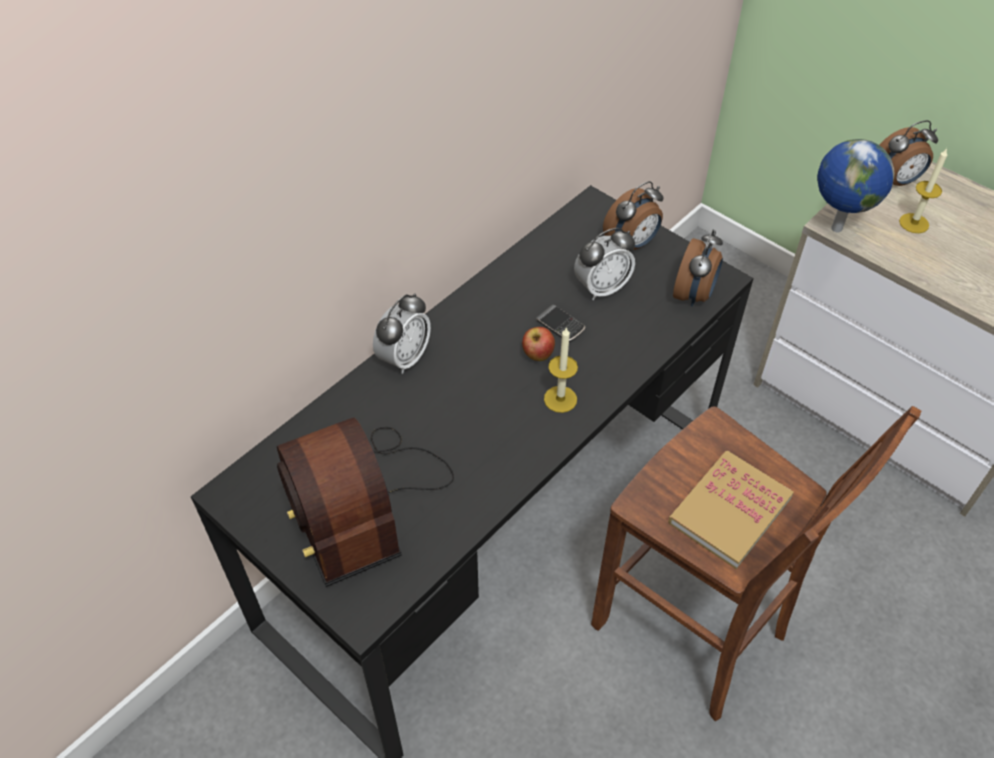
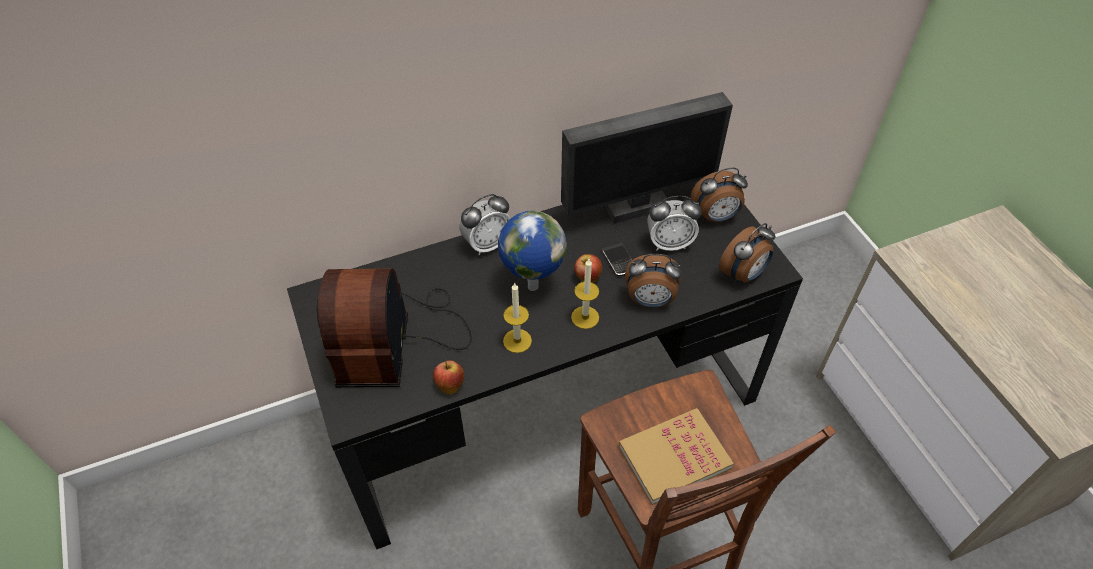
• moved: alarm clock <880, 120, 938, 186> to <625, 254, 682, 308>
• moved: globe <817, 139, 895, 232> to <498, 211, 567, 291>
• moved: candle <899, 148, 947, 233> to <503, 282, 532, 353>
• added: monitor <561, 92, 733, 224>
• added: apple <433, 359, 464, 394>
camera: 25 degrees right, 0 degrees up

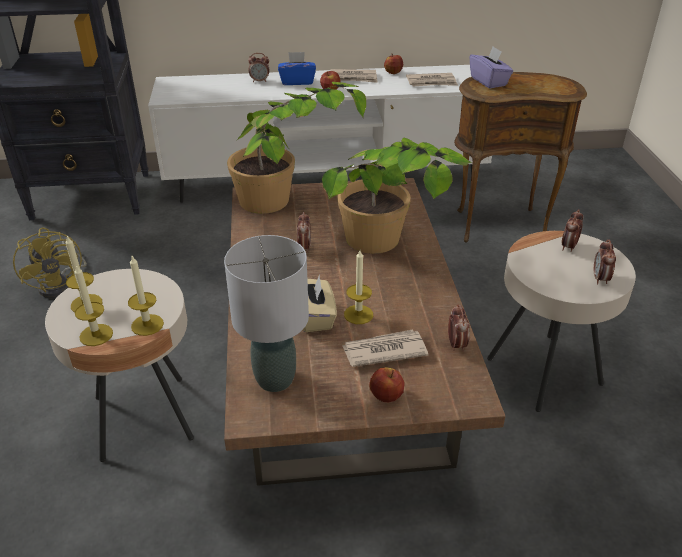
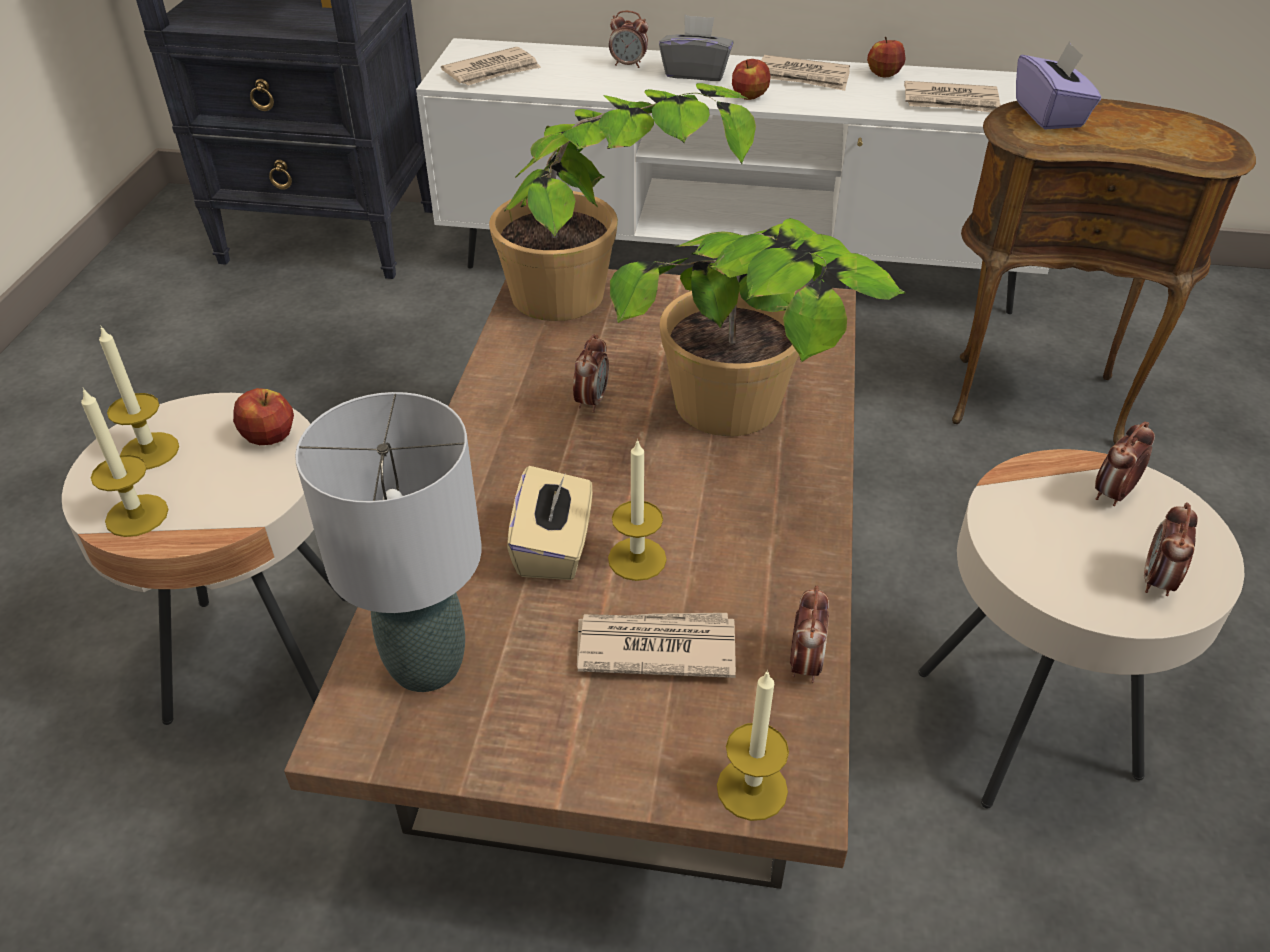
• recoloured: blue tissue box <278, 52, 316, 85> to grey tissue box <659, 15, 734, 81>
• removed: yellow fan <13, 227, 87, 298>
• moved: candle <128, 256, 164, 336> to <717, 670, 789, 821>
• moved: apple <369, 367, 405, 402> to <233, 388, 294, 445>
• added: newspaper <441, 47, 541, 86>
camera: 15 degrees right, 5 degrees up

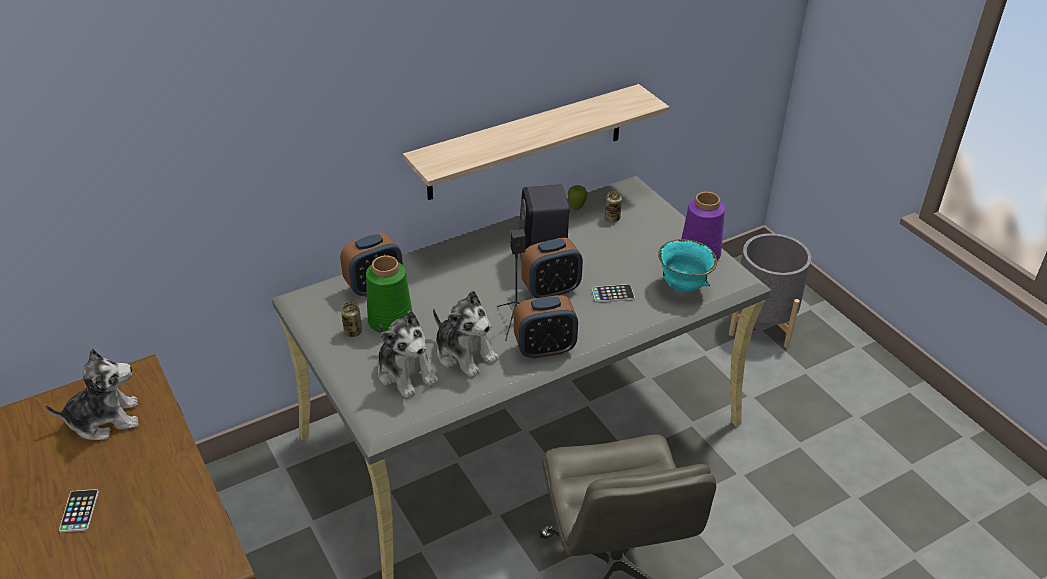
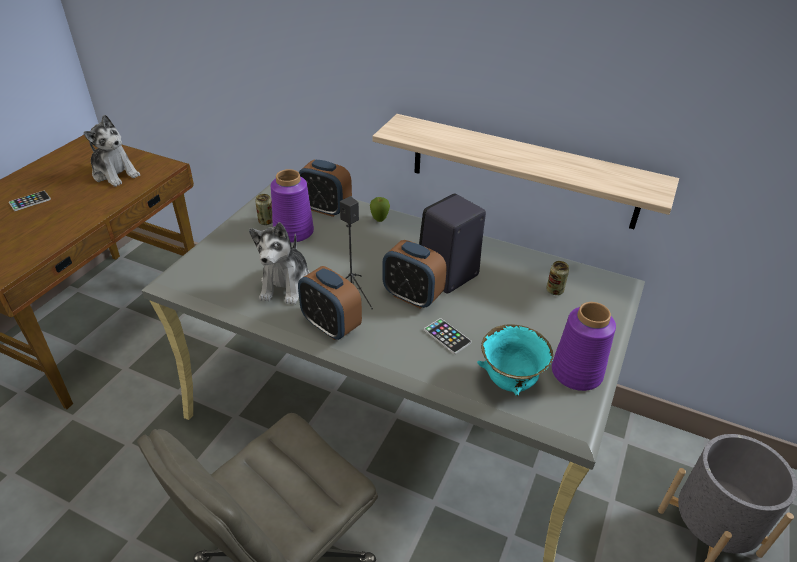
• moved: apple <568, 185, 587, 210> to <370, 197, 390, 222>
• recoloured: green vase <366, 256, 412, 333> to purple vase <271, 169, 314, 243>
• removed: plush toy <378, 311, 439, 399>
camera: 55 degrees right, 0 degrees up

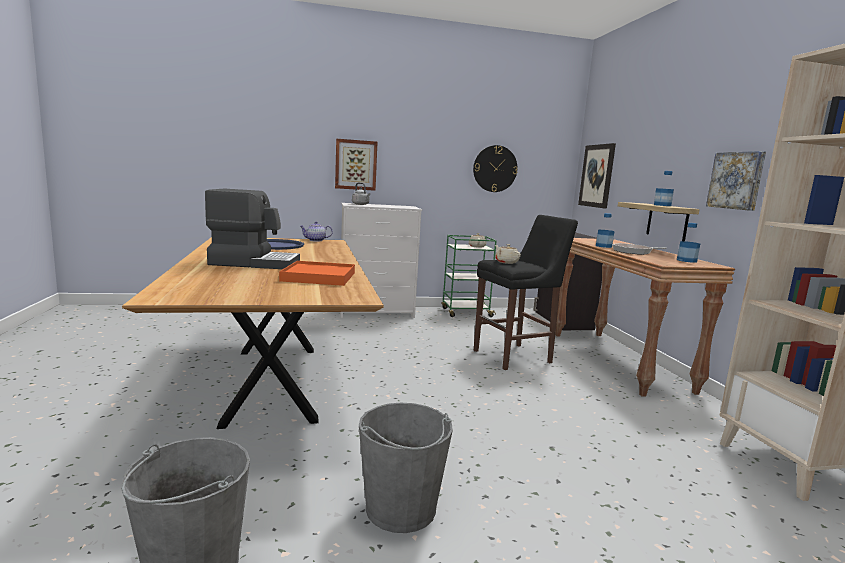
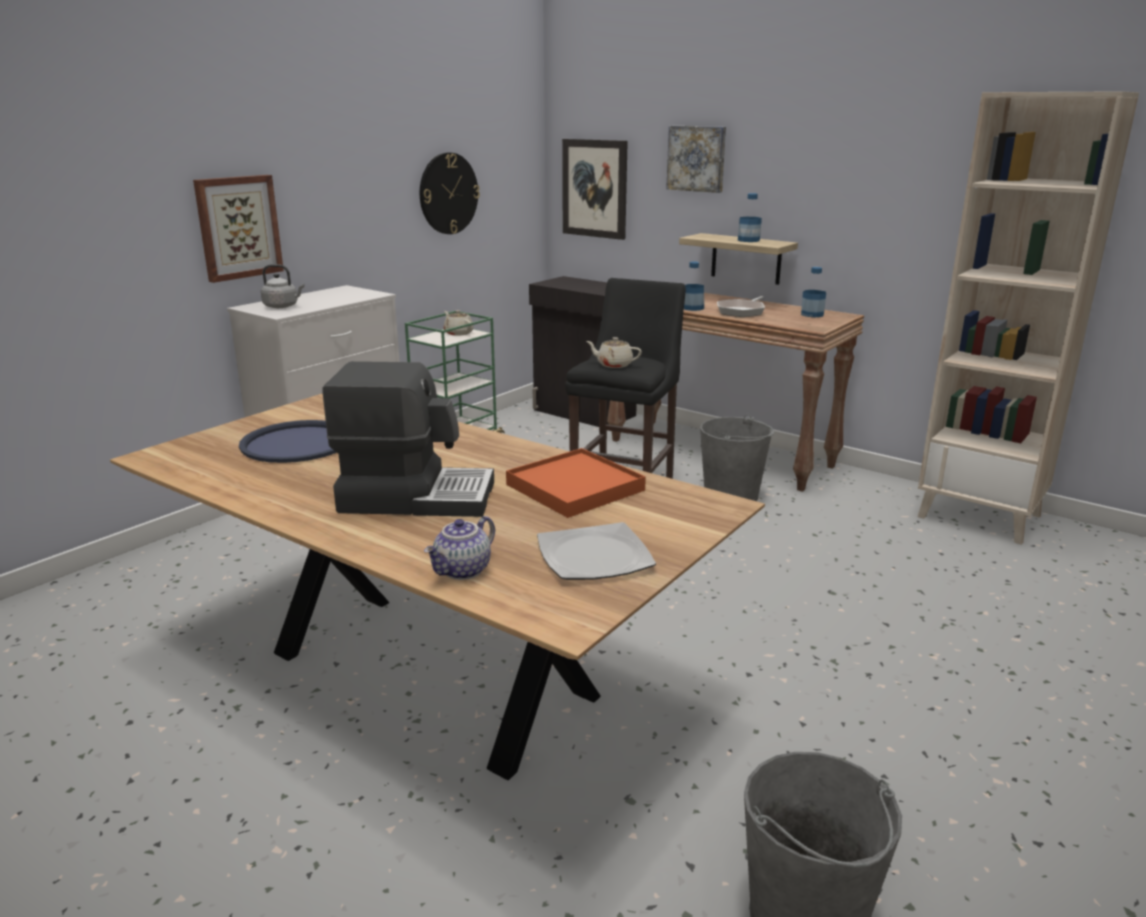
• moved: picture <706, 151, 766, 211> to <666, 126, 726, 193>
• turned: coffee machine <205, 189, 300, 269> = <322, 361, 494, 517> 45 degrees clockwise
• moved: teapot <300, 221, 333, 242> to <424, 516, 495, 580>
• moved: grey bucket <359, 403, 453, 533> to <700, 414, 775, 501>
• added: plate <537, 522, 656, 580>
camera: 40 degrees left, 10 degrees up

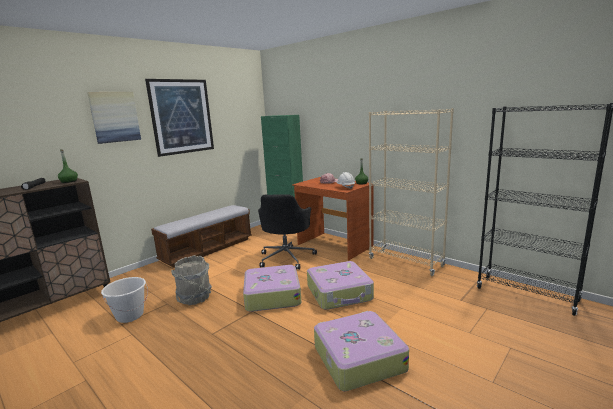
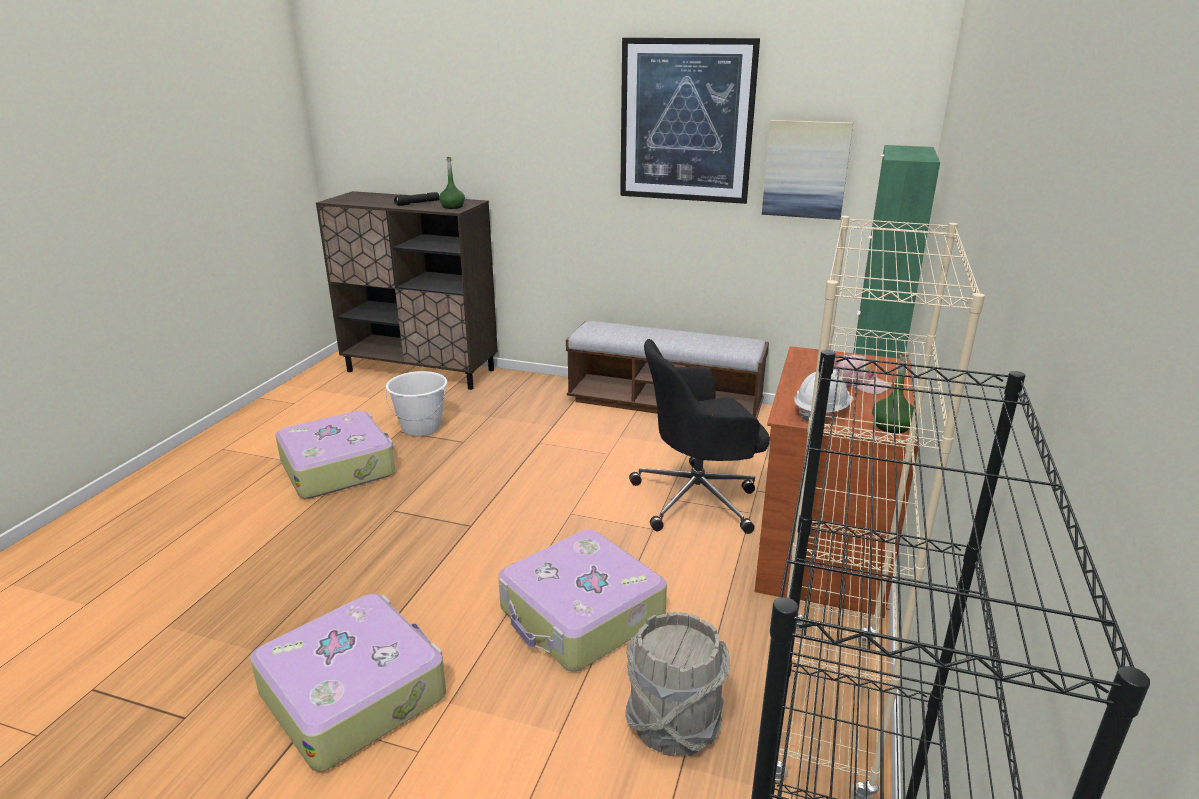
• moved: picture <87, 92, 141, 144> to <762, 120, 853, 220>
• moved: grey bucket <171, 255, 212, 305> to <625, 612, 730, 756>
• moved: suitcase <243, 265, 301, 312> to <275, 411, 395, 499>
camera: 65 degrees right, 10 degrees up

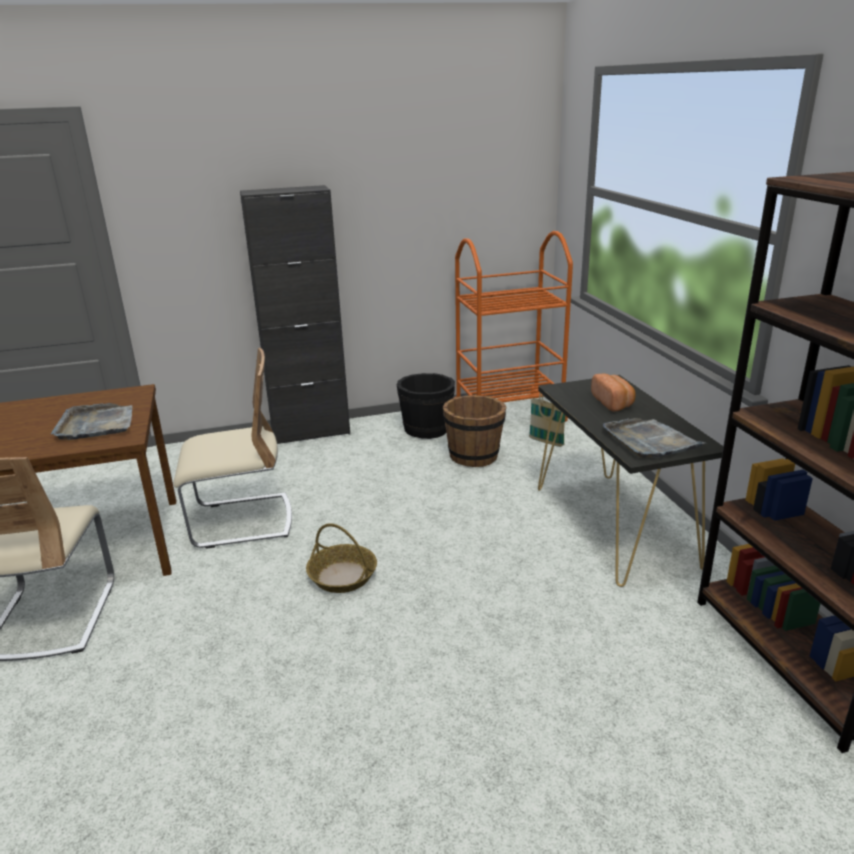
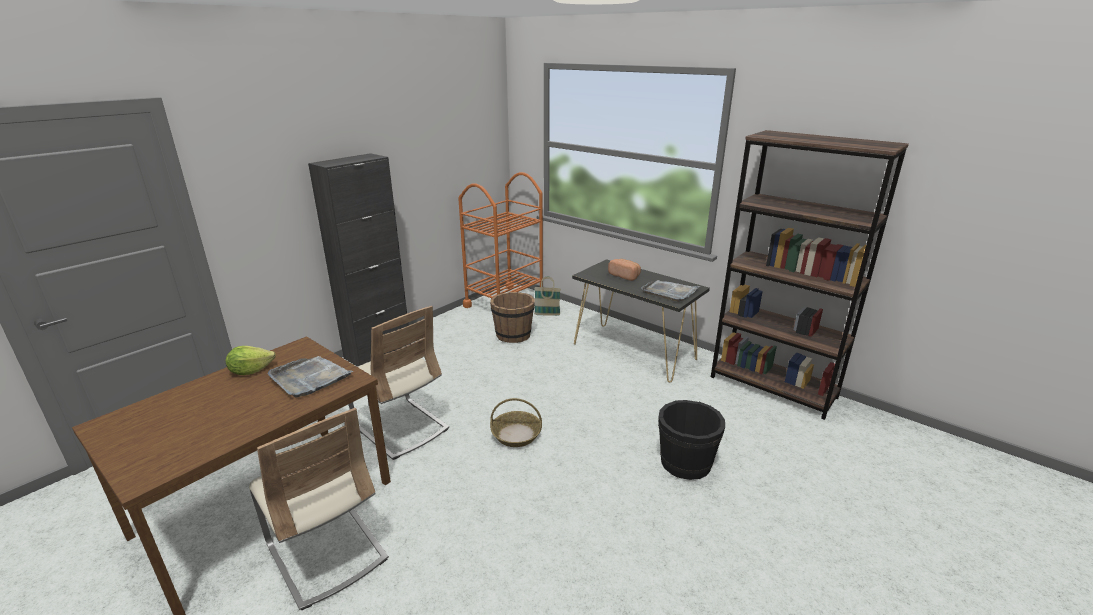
• turned: beige chair <173, 348, 292, 549> = <349, 306, 449, 460> 90 degrees clockwise
• moved: black bucket <397, 373, 455, 439> to <658, 400, 725, 480>
• added: lettuce <226, 346, 276, 375>
camera: 35 degrees left, 0 degrees up

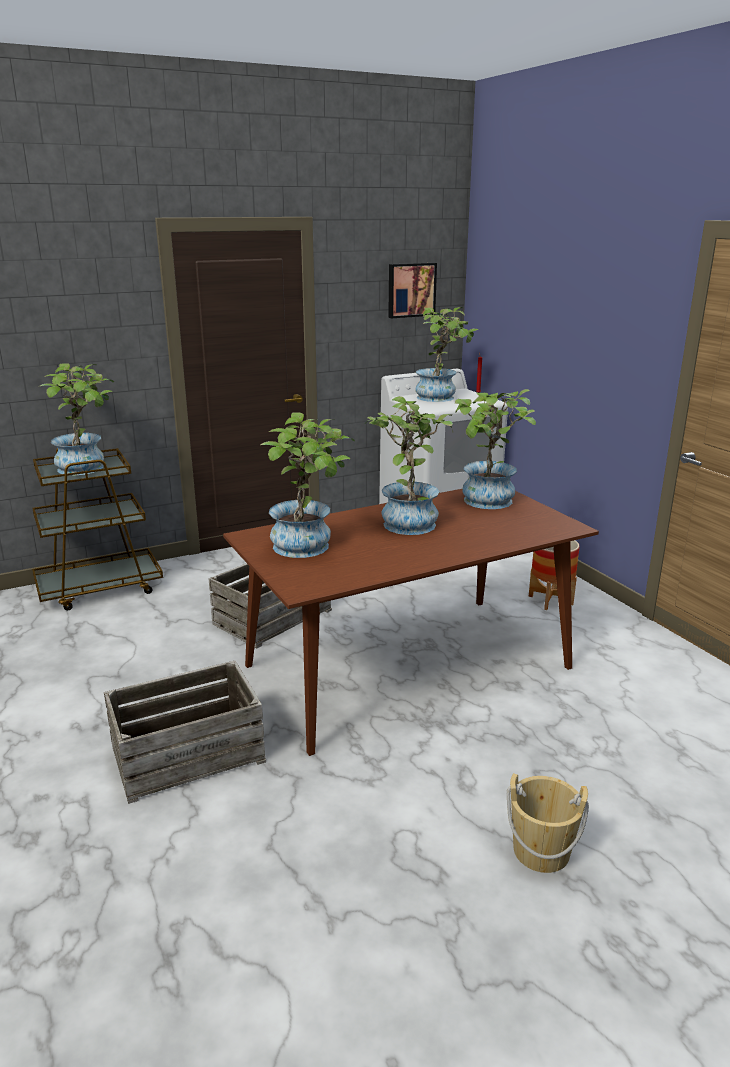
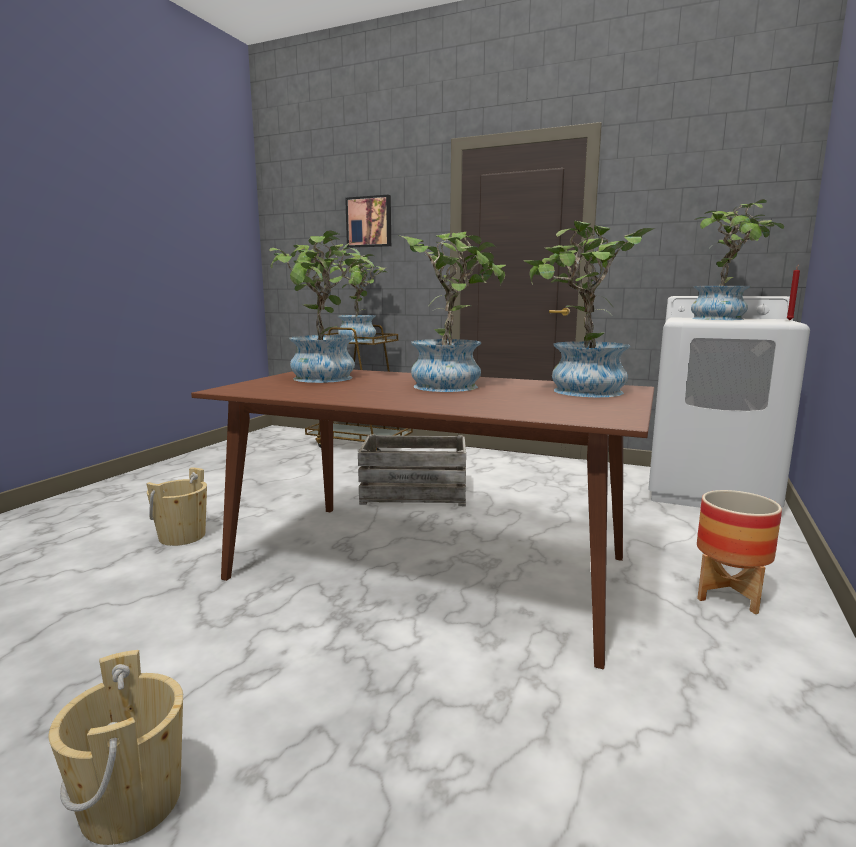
• moved: picture <388, 263, 437, 318> to <345, 195, 391, 248>
• replaced: crate <104, 661, 266, 804> to beige bucket <146, 467, 207, 546>
camera: 50 degrees right, 10 degrees down

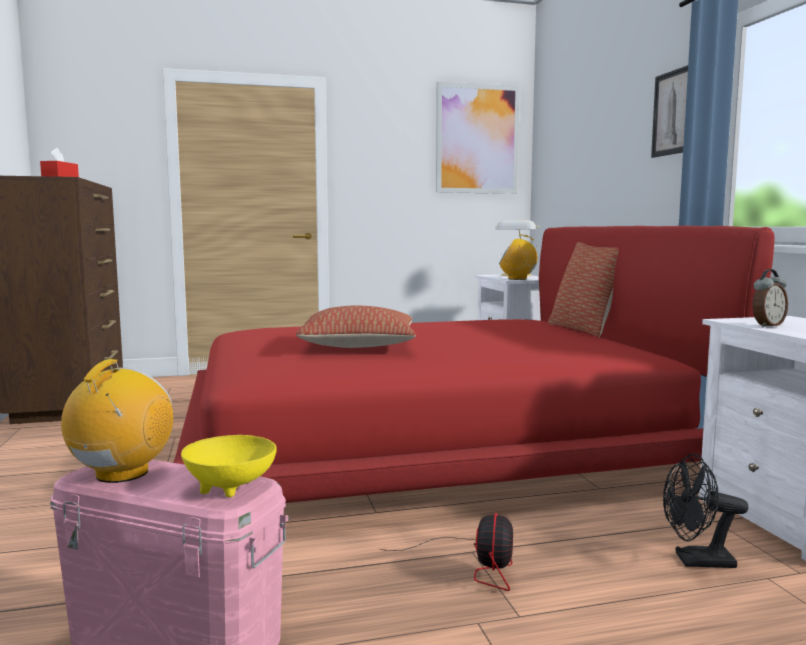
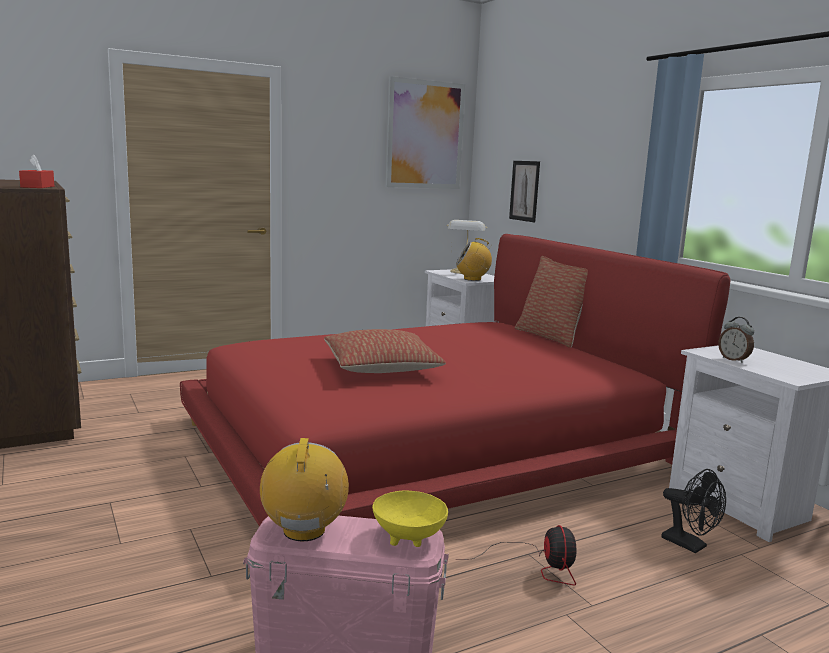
• moved: picture <651, 65, 688, 158> to <509, 161, 540, 222>
• turned: alarm clock <752, 269, 788, 328> = <718, 317, 754, 363> 105 degrees clockwise
• turned: black fan <663, 453, 748, 568> = <662, 469, 726, 553> 120 degrees counterclockwise
camera: 15 degrees left, 5 degrees up

